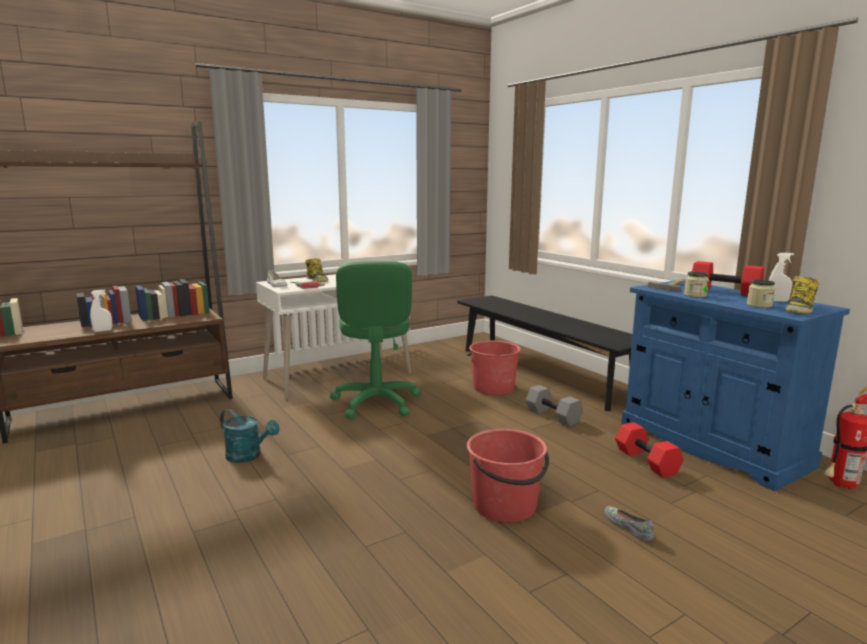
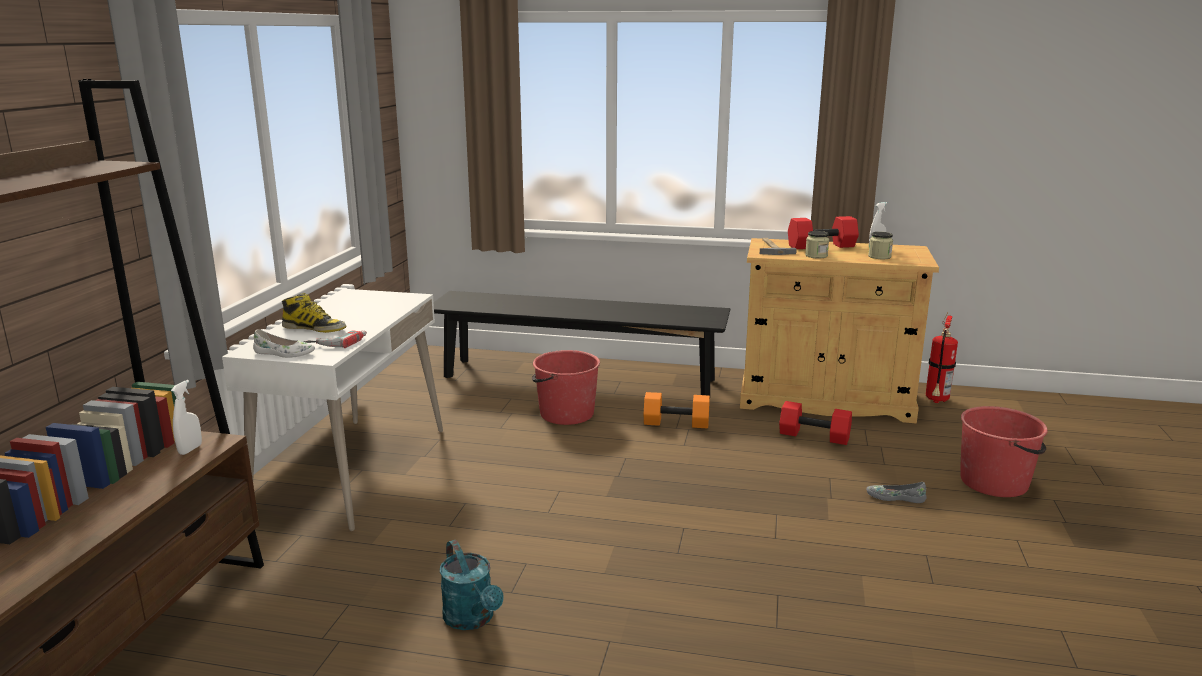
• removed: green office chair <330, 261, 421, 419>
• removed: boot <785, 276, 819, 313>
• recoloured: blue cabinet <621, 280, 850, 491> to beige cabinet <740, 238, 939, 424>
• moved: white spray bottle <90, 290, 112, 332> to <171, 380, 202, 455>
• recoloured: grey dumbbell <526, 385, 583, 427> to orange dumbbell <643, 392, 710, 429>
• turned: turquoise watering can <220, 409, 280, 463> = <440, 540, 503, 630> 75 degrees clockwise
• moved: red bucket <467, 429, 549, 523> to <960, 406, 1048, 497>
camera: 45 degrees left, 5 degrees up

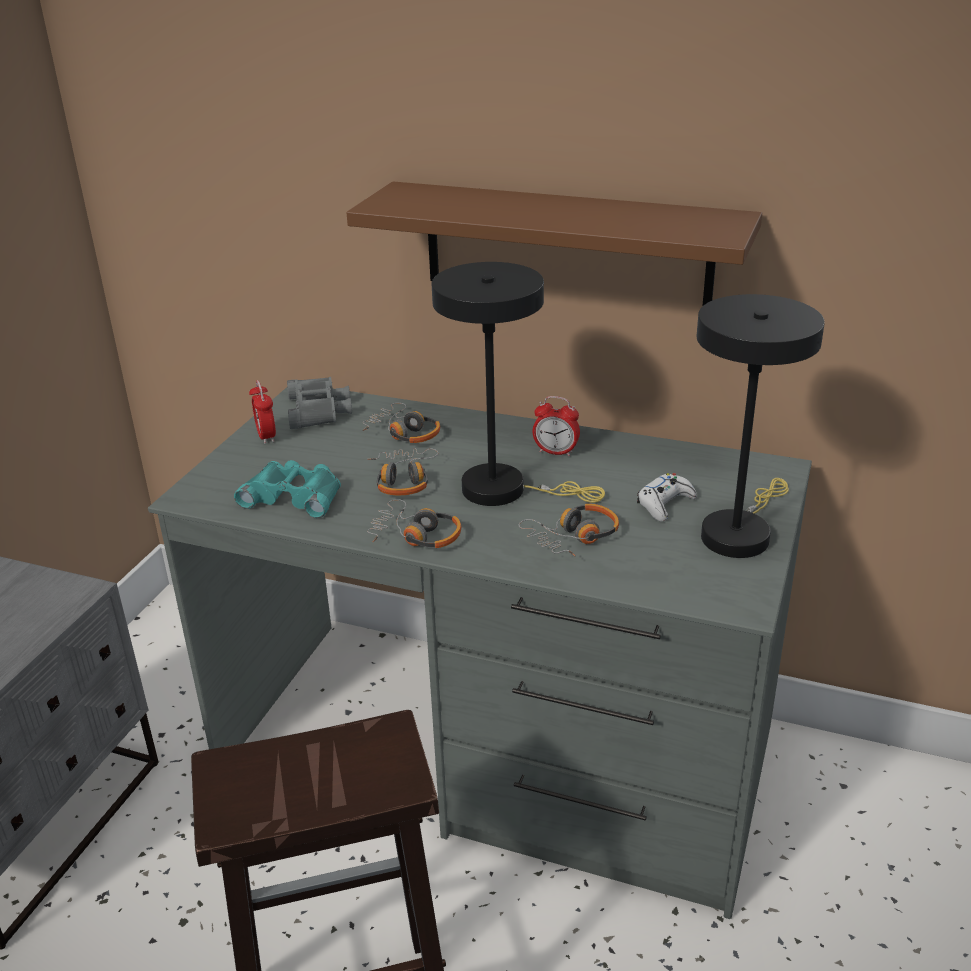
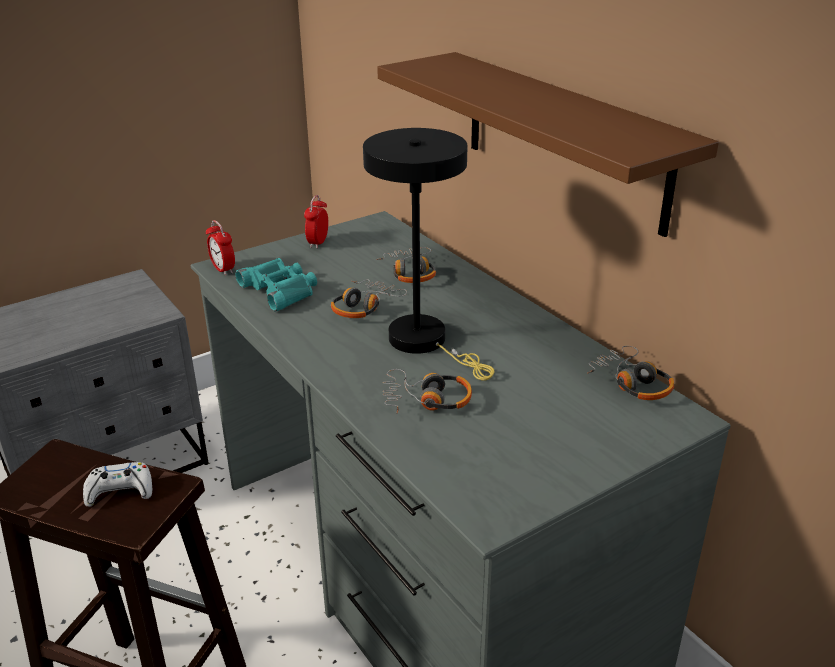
• removed: black table lamp <696, 294, 825, 558>
• removed: grey binoculars <287, 377, 352, 429>
• moved: alarm clock <532, 396, 580, 456> to <206, 220, 235, 276>
• moved: white game controller <637, 473, 697, 522> to <83, 462, 152, 507>
• moved: headphones <367, 499, 461, 548> to <587, 346, 674, 400>
camera: 35 degrees right, 0 degrees up

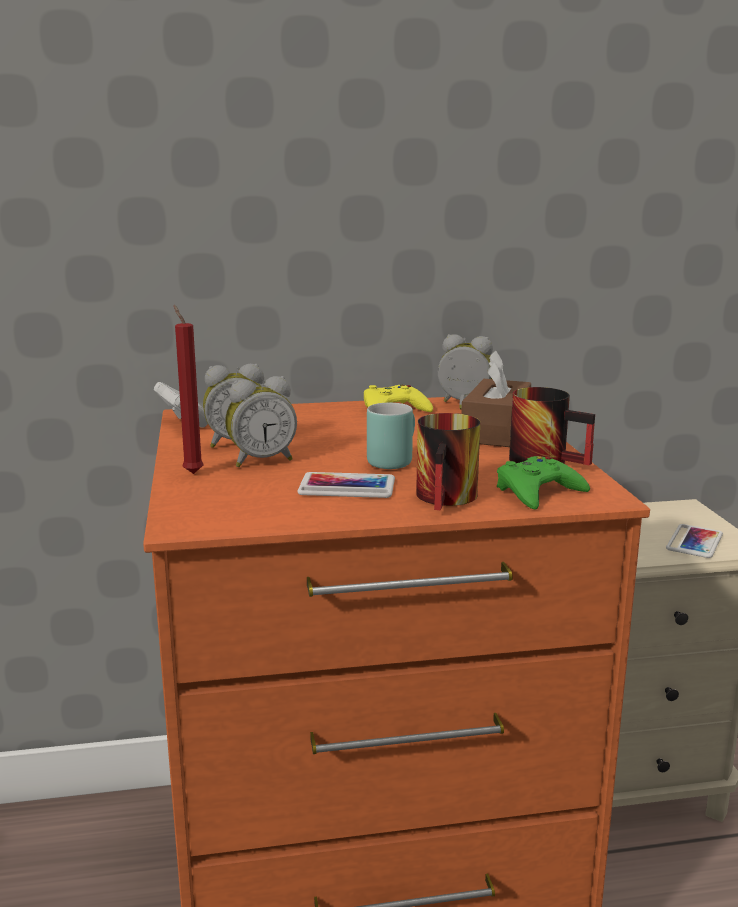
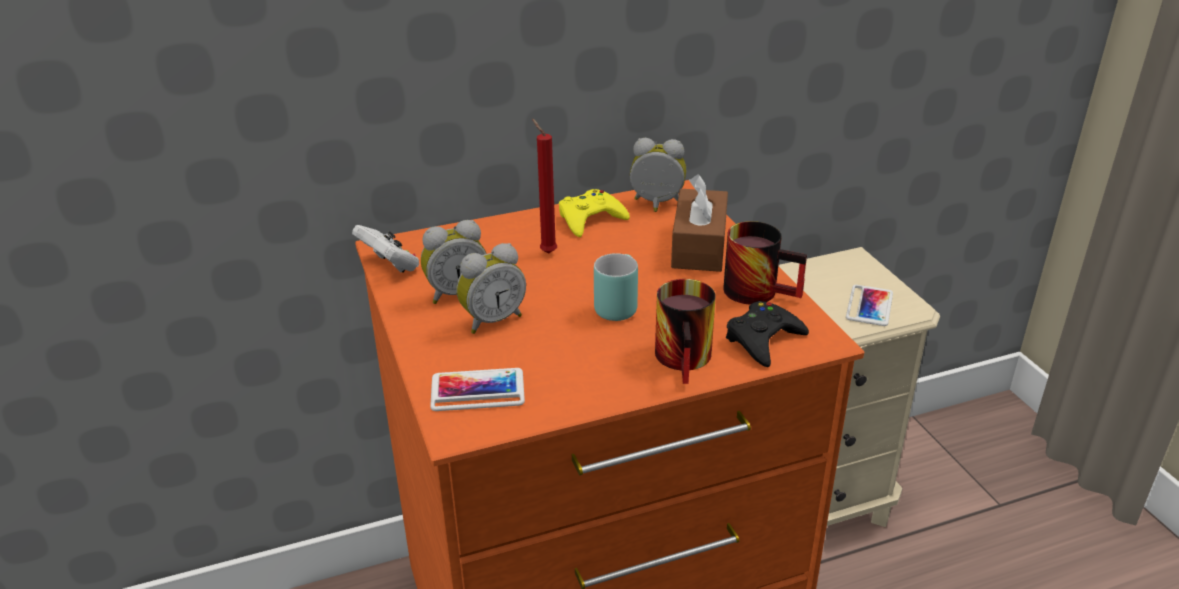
• moved: red candle <174, 305, 204, 474> to <532, 118, 557, 253>
• recoloured: green game controller <497, 456, 590, 509> to black game controller <726, 301, 809, 367>
• moved: phone <297, 472, 395, 498> to <430, 368, 525, 411>
camera: 10 degrees left, 15 degrees up

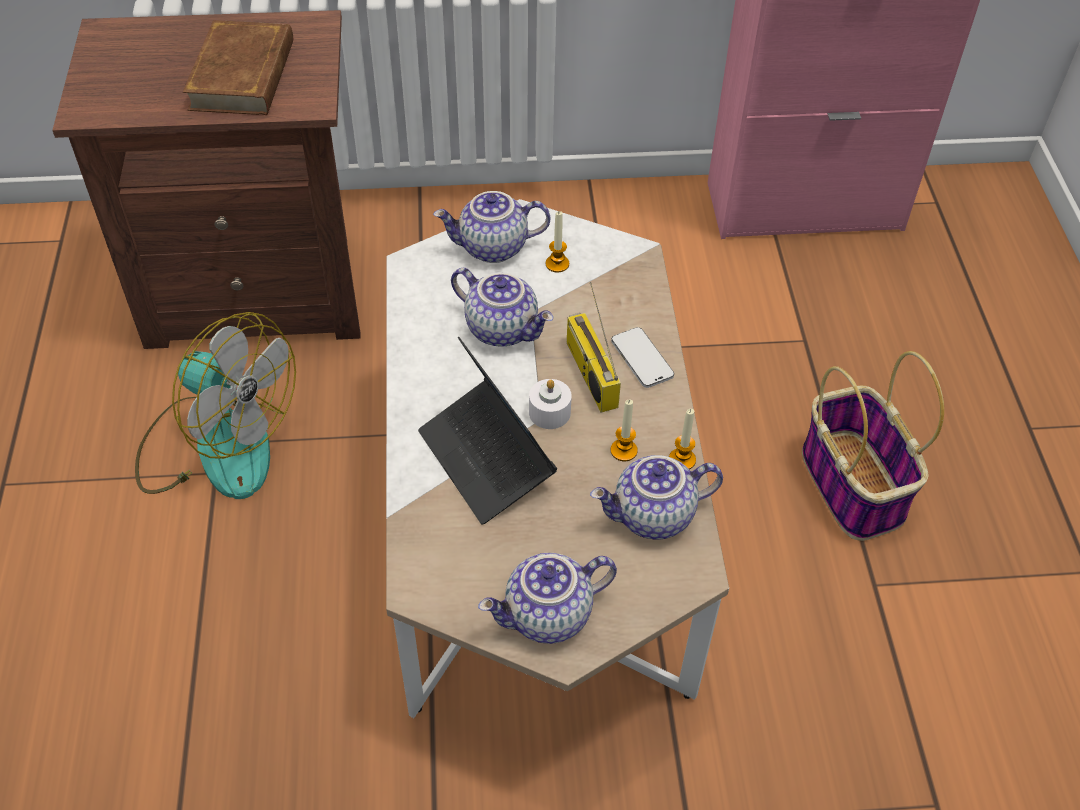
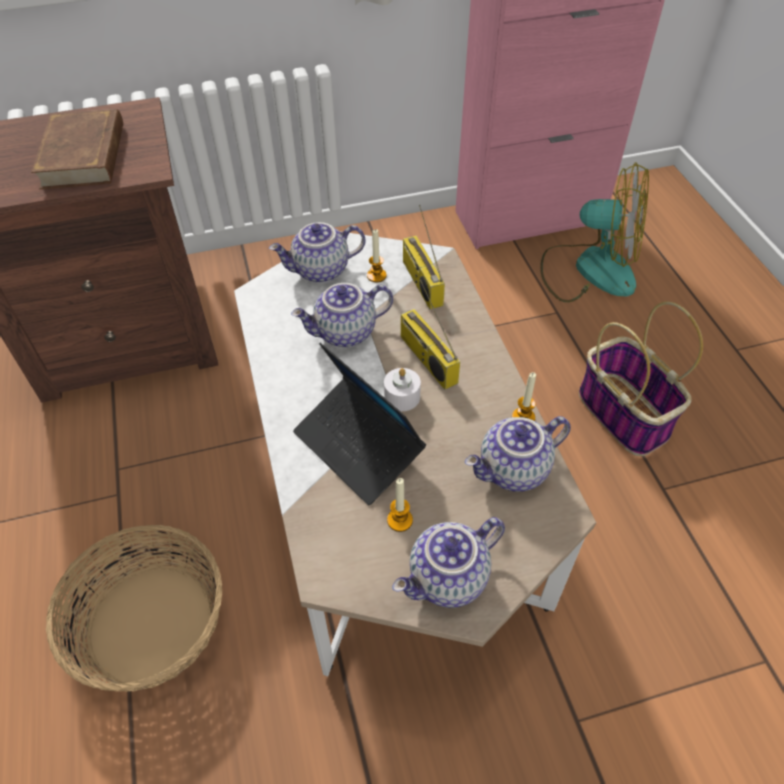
• turned: teapot <451, 268, 553, 346> = <291, 283, 393, 347> 135 degrees clockwise
• moved: fan <135, 312, 296, 499> to <540, 162, 649, 302>
• removed: phone <611, 327, 674, 388>
• moved: candle <611, 399, 638, 461> to <387, 478, 413, 532>
• added: radio <403, 205, 445, 309>
• added: basket <46, 525, 222, 692>
camera: 10 degrees left, 0 degrees up

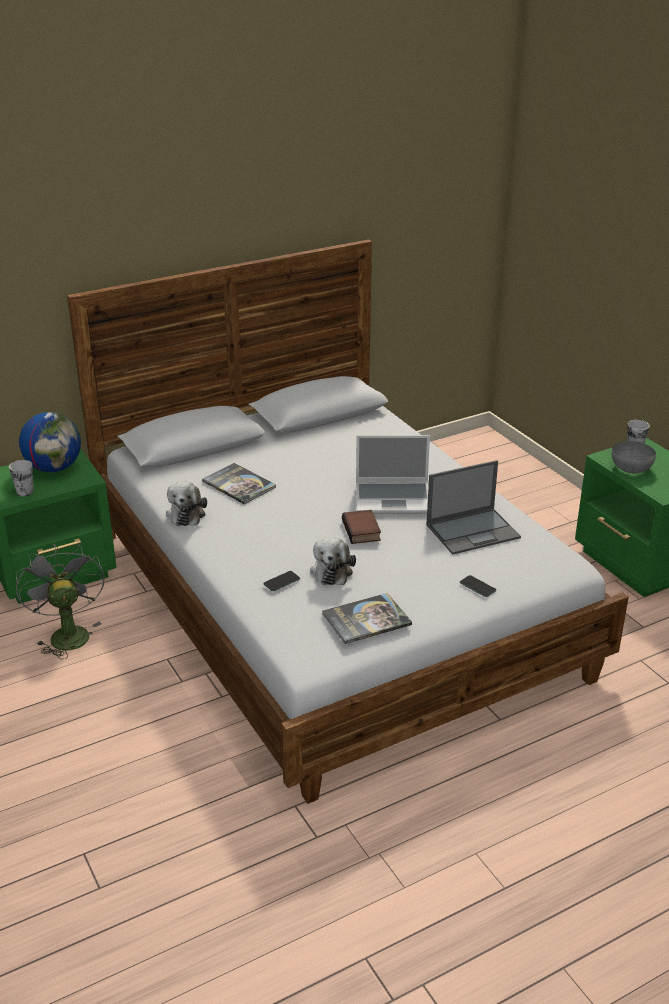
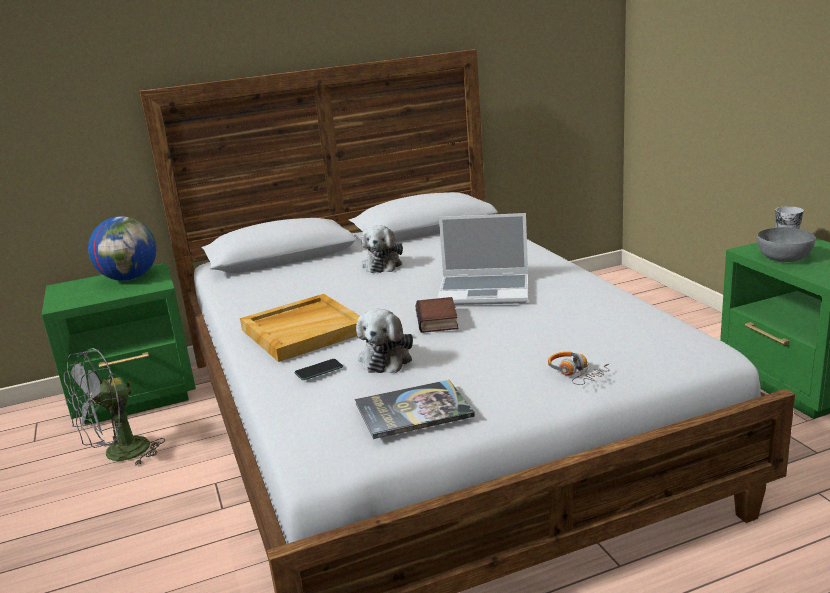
• removed: cup <9, 460, 34, 497>
• removed: laptop <426, 460, 521, 555>
• removed: book <202, 463, 276, 504>
• moved: plush toy <166, 481, 207, 526> to <361, 225, 403, 273>
• turned: grey fan <15, 544, 105, 659> = <64, 348, 165, 466> 120 degrees counterclockwise
• replaced: phone <460, 575, 496, 597> to headphones <548, 352, 609, 385>
• added: beige tray <240, 294, 359, 362>
camera: 10 degrees right, 10 degrees down

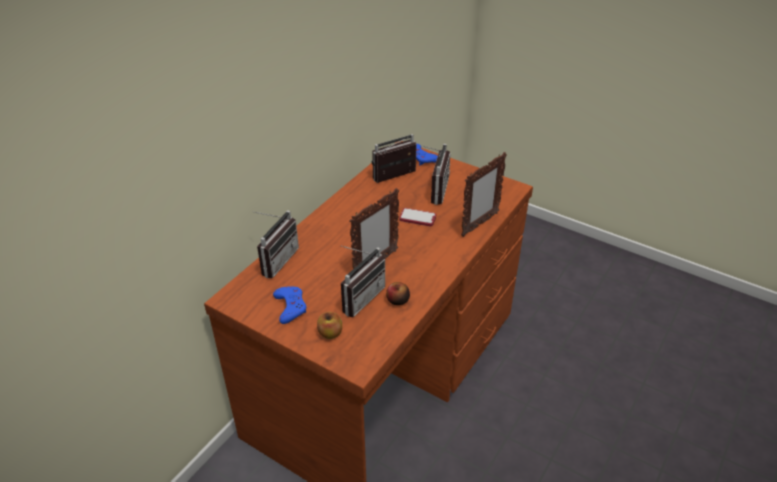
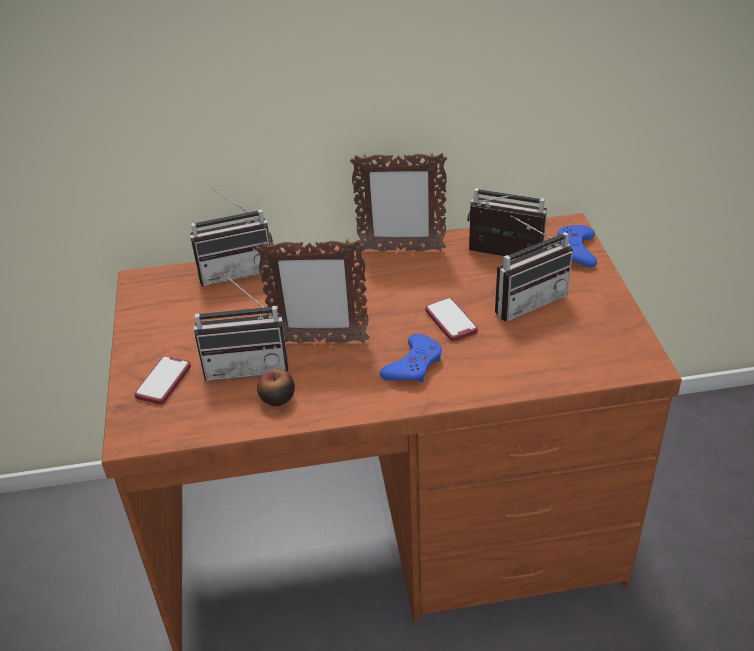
• moved: picture frame <461, 152, 507, 237> to <350, 152, 447, 251>
• moved: blue game controller <273, 287, 306, 324> to <380, 334, 442, 383>
• replaced: apple <317, 312, 342, 339> to phone <134, 356, 191, 405>
camera: 50 degrees right, 0 degrees up

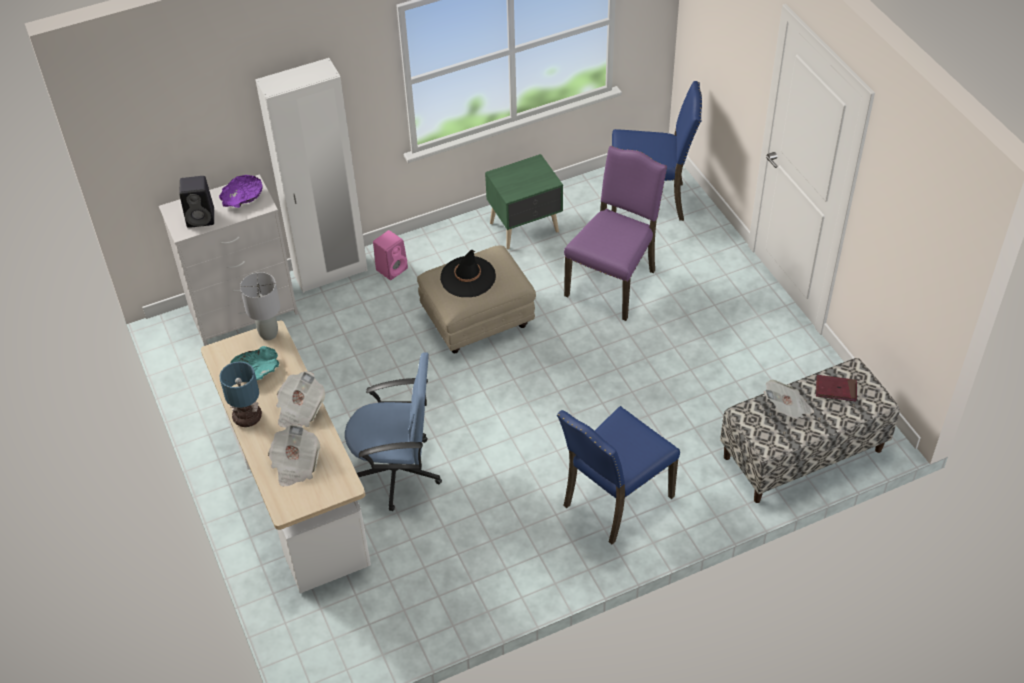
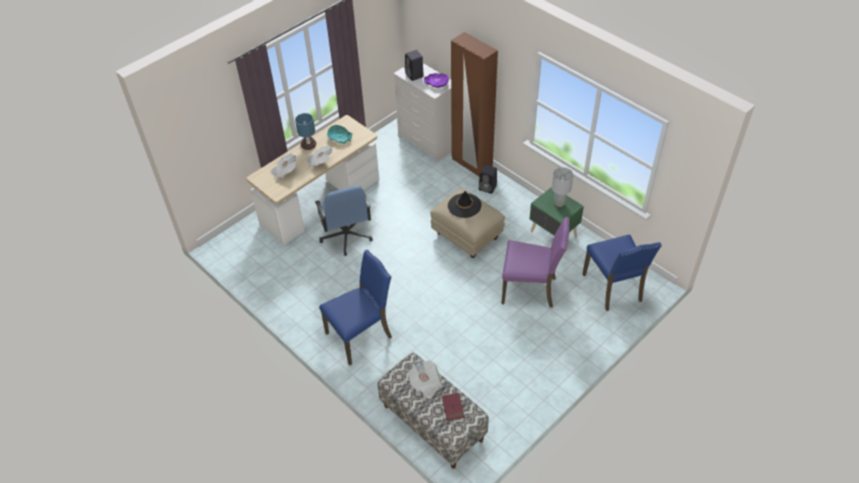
• recoloured: white wardrobe <255, 58, 368, 293> to brown wardrobe <451, 32, 498, 177>
• recoloured: pink speaker <373, 230, 408, 280> to black speaker <479, 165, 497, 194>
• moved: grey table lamp <240, 272, 280, 340> to <552, 167, 574, 207>
• turned: blue chair <557, 406, 680, 544> = <319, 250, 392, 365> 120 degrees clockwise
camera: 70 degrees right, 0 degrees up

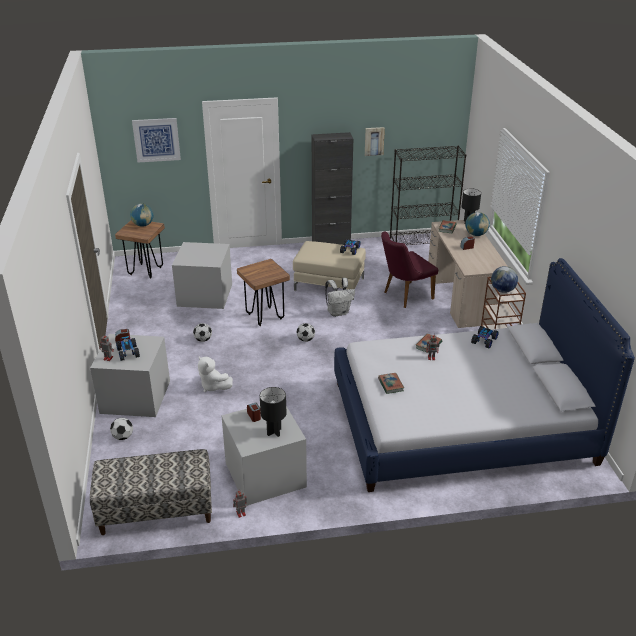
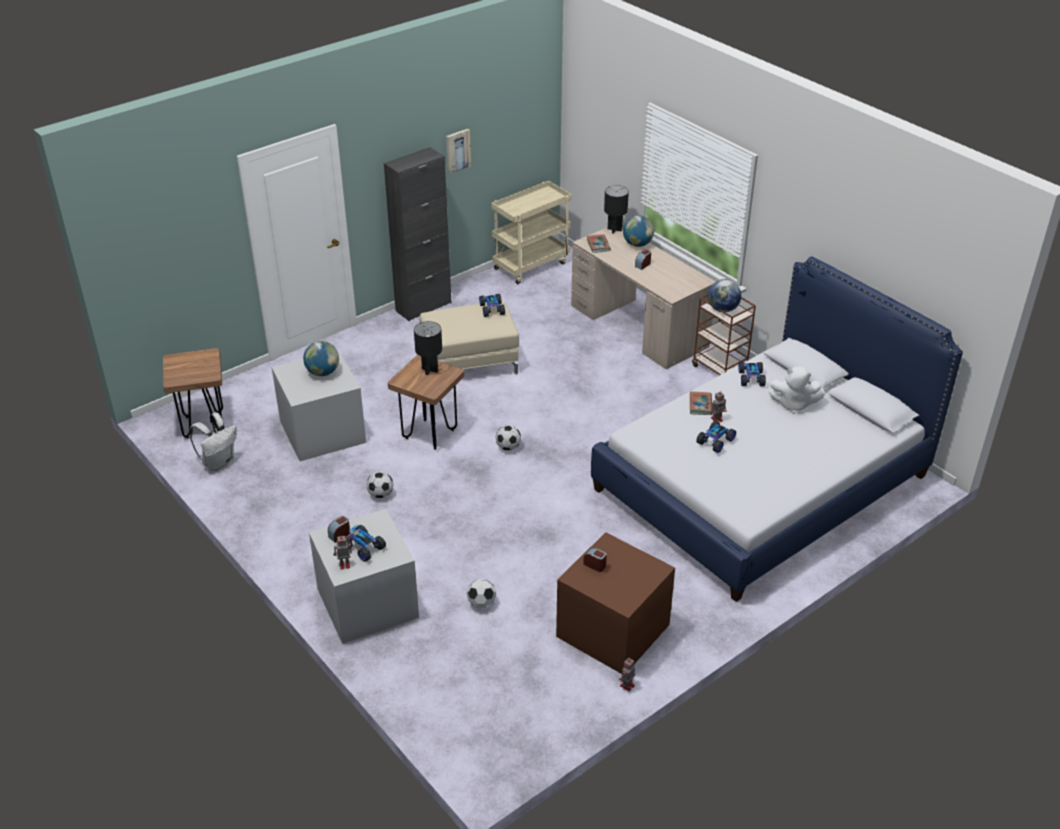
• removed: picture <132, 118, 181, 163>
• replaced: black bookcase <390, 146, 466, 245> to beige cart <491, 181, 572, 284>
• moved: globe <130, 204, 153, 227> to <303, 341, 339, 376>
• removed: purple chair <381, 231, 438, 308>
• moved: white backpack <325, 278, 355, 317> to <189, 412, 237, 471>
• moved: white plush toy <198, 357, 233, 392> to <769, 366, 825, 414>
• removed: book <378, 373, 404, 394>
• moved: black table lamp <260, 387, 286, 437> to <414, 321, 442, 375>
• recoloured: grey storage box <221, 405, 307, 506> to brown storage box <556, 532, 675, 674>
• moved: football <110, 418, 133, 440> to <467, 578, 496, 608>
• removed: bench <90, 449, 212, 535>
• added: toy car <696, 421, 736, 453>
camera: 30 degrees left, 5 degrees up

